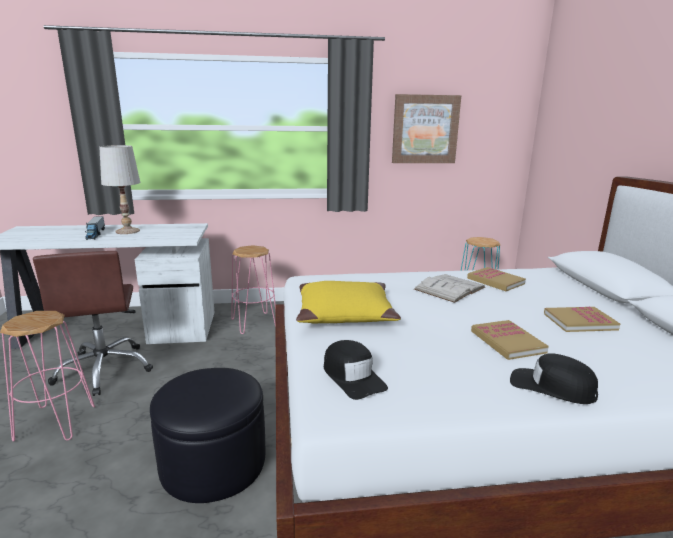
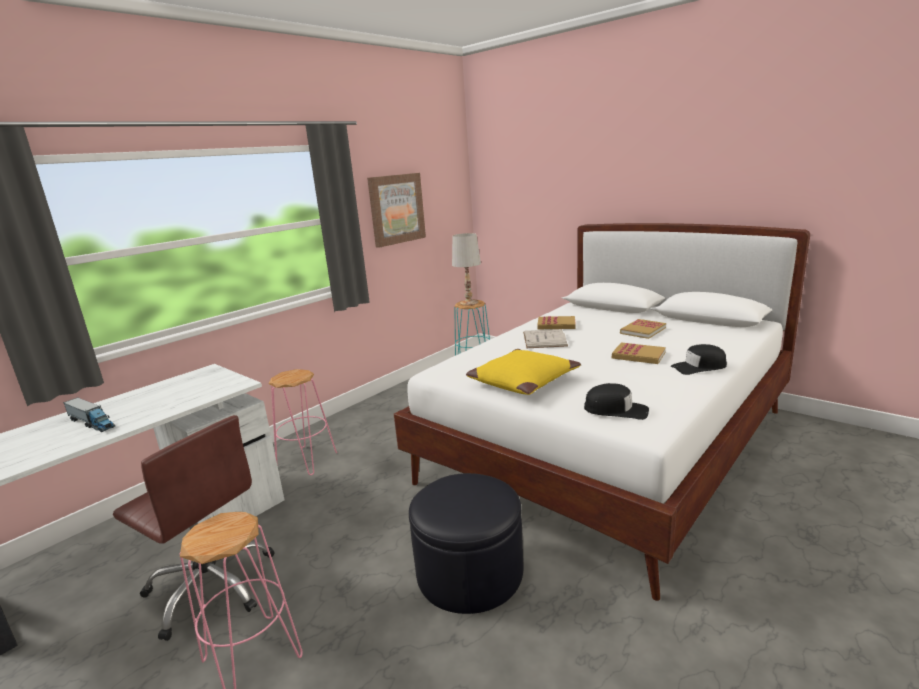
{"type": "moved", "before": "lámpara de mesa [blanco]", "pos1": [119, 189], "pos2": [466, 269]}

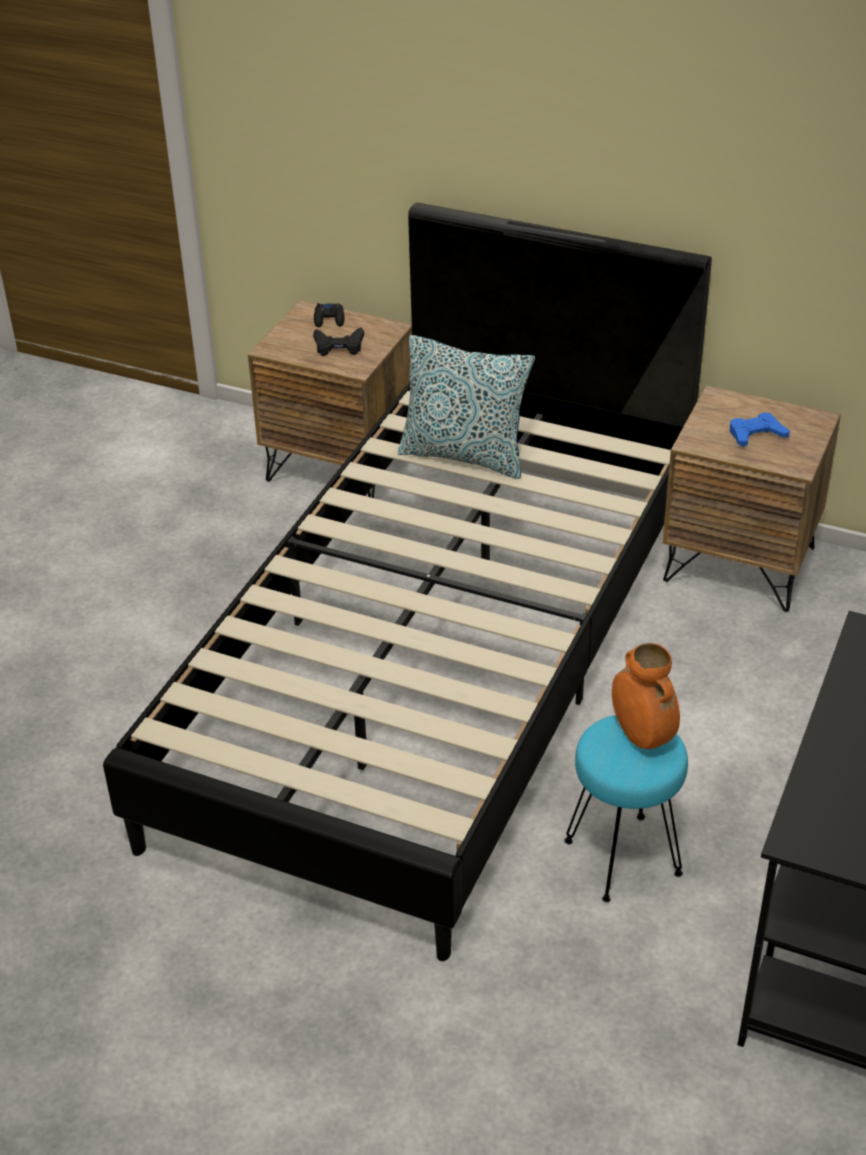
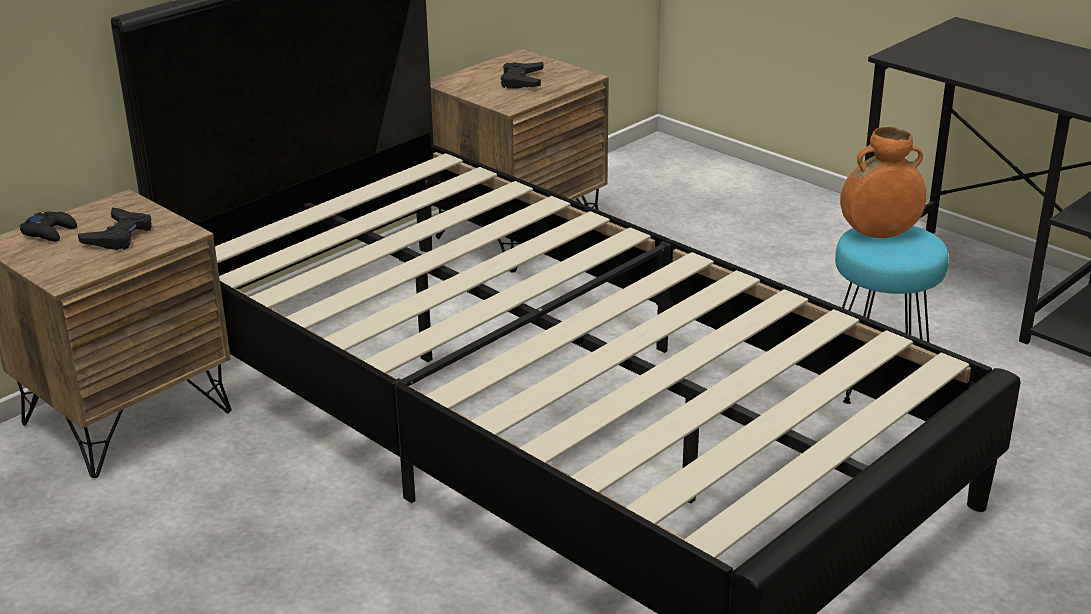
{"type": "removed", "before": "cojín", "pos1": [466, 407]}
{"type": "recoloured", "before": "mando de consola [azul]", "after": "mando de consola [negro]", "pos1": [760, 430], "pos2": [522, 75]}

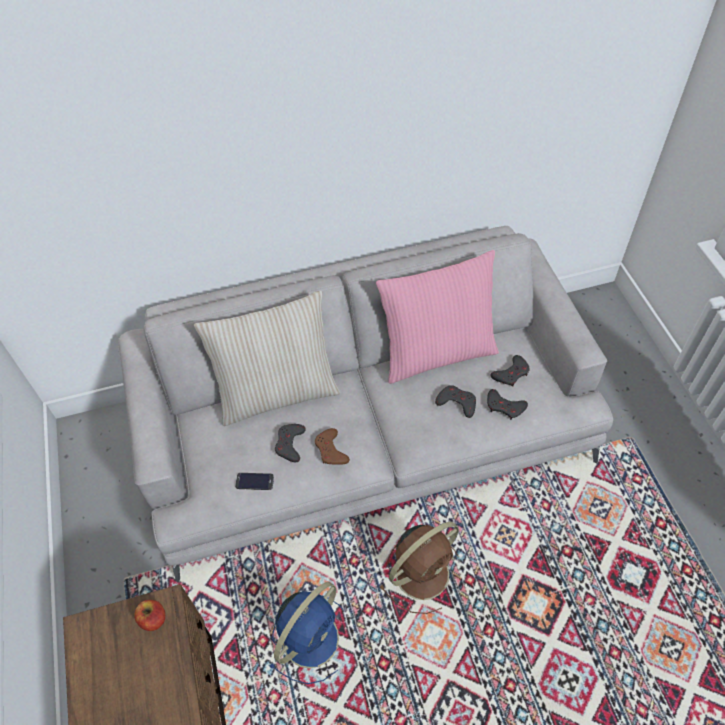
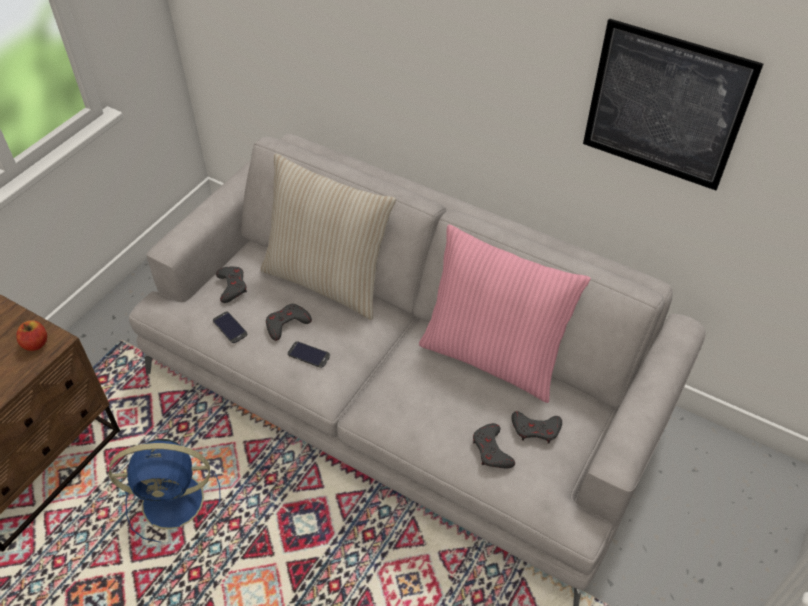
{"type": "moved", "before": "mando de consola [gris]", "pos1": [455, 401], "pos2": [231, 285]}
{"type": "replaced", "before": "mando de consola [marrón]", "after": "móvil", "pos1": [332, 446], "pos2": [309, 354]}
{"type": "removed", "before": "ventilador [marrón]", "pos1": [419, 568]}
{"type": "added", "after": "cuadro", "pos2": [673, 104]}

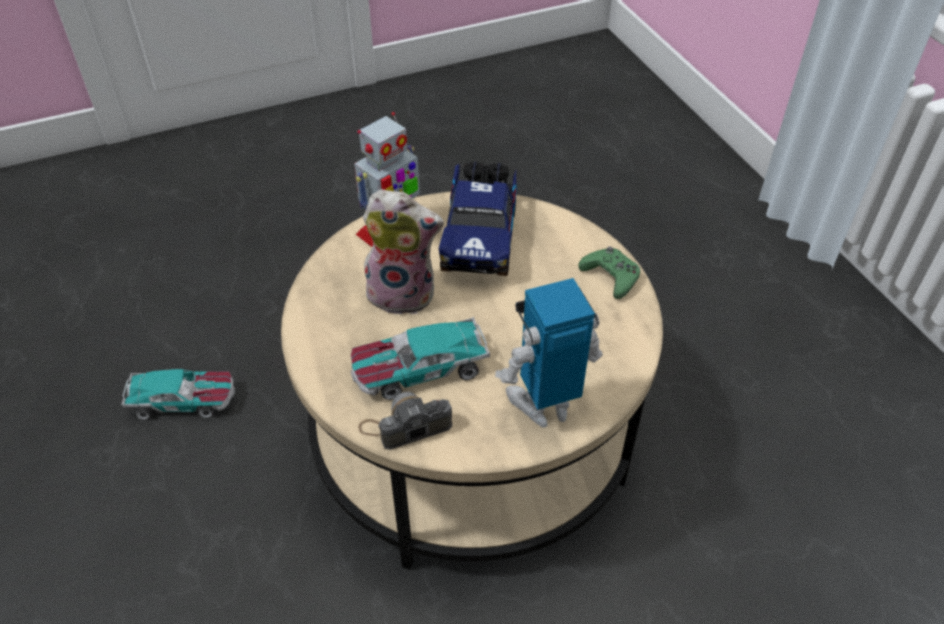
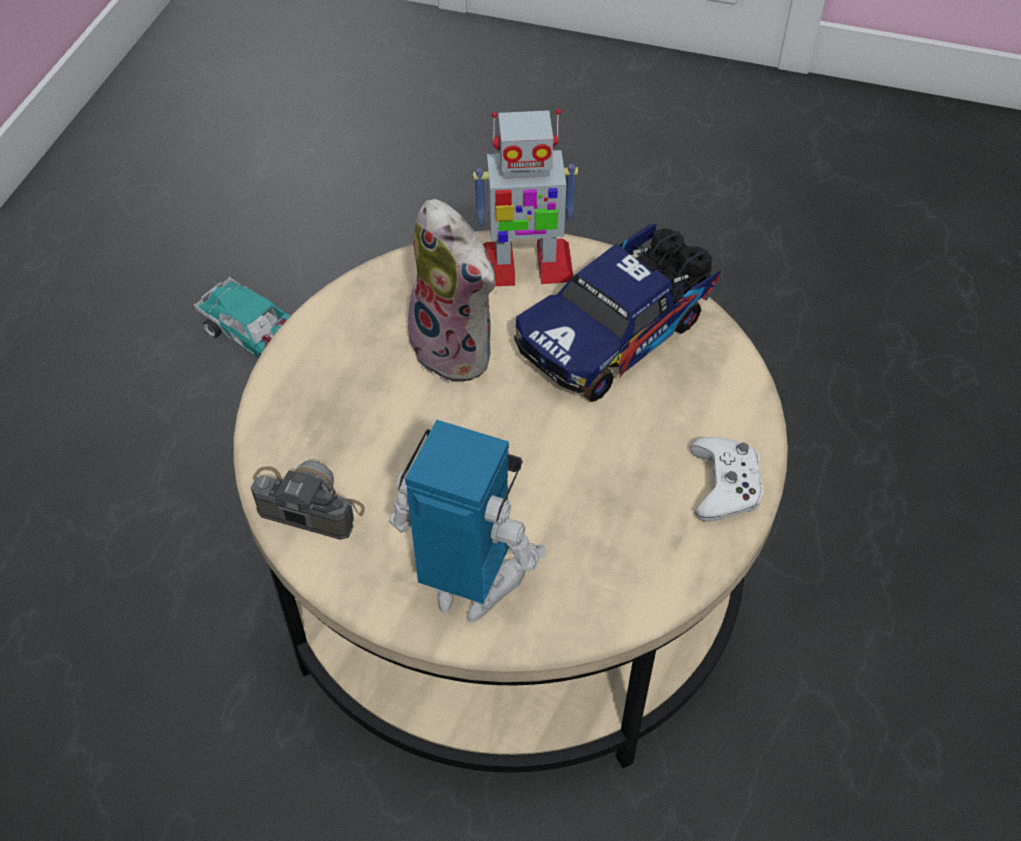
{"type": "recoloured", "before": "mando de consola [verde]", "after": "mando de consola [blanco]", "pos1": [609, 272], "pos2": [727, 479]}
{"type": "removed", "before": "coche de juguete", "pos1": [420, 358]}

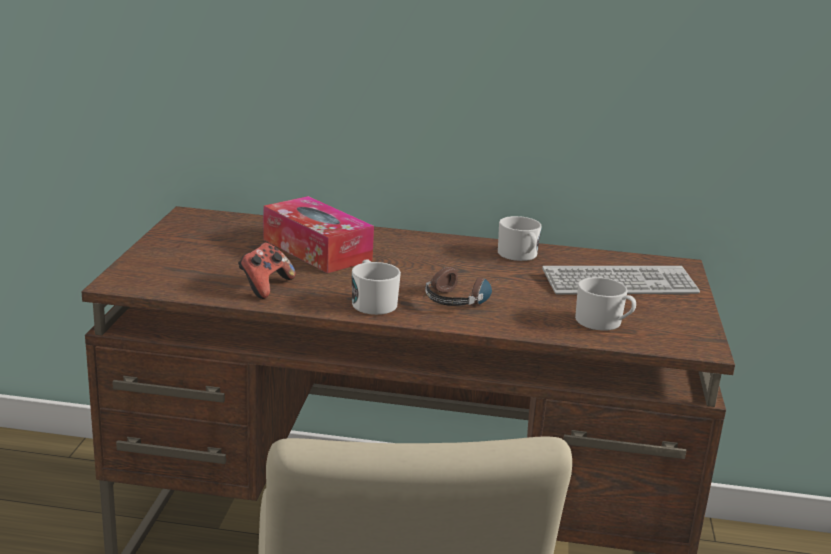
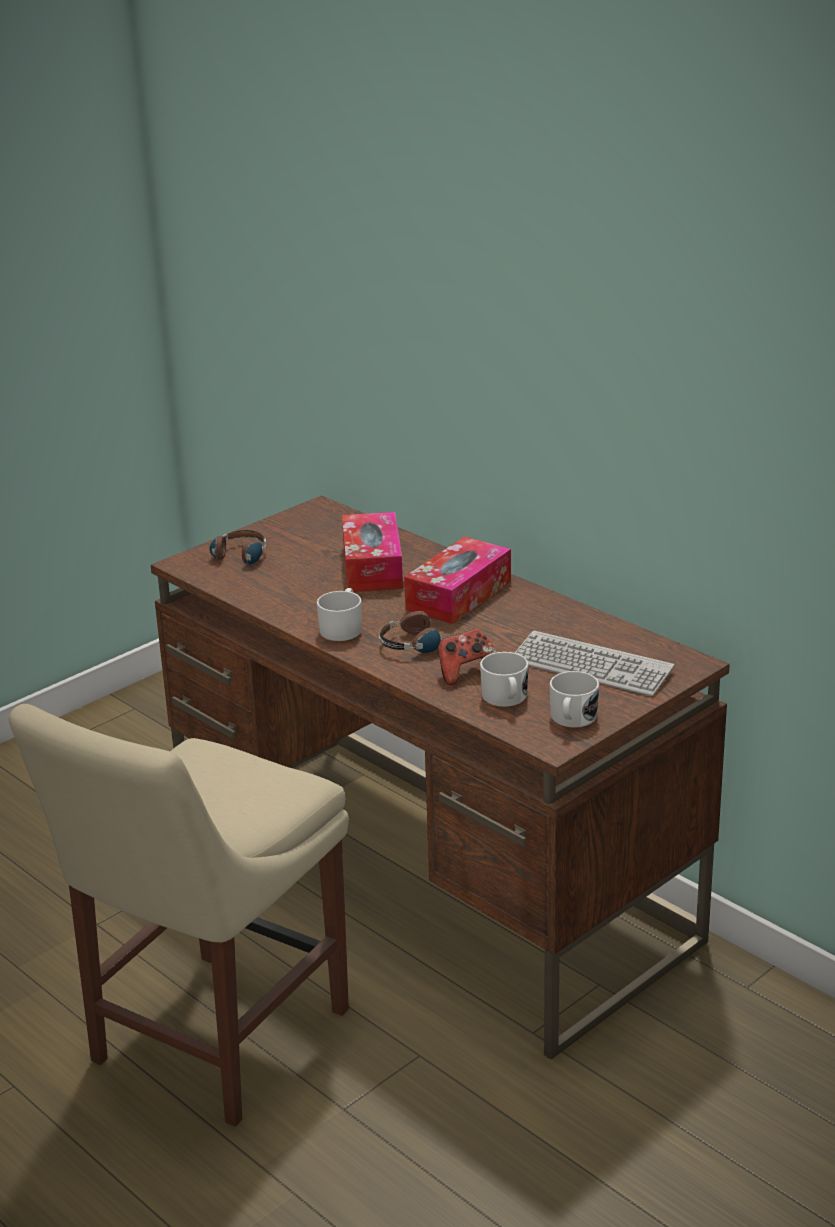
{"type": "moved", "before": "taza grande [blanco]", "pos1": [520, 238], "pos2": [574, 699]}
{"type": "moved", "before": "mando de consola", "pos1": [267, 271], "pos2": [467, 657]}
{"type": "added", "after": "auriculares", "pos2": [235, 547]}
{"type": "added", "after": "caja de pañuelos", "pos2": [457, 580]}

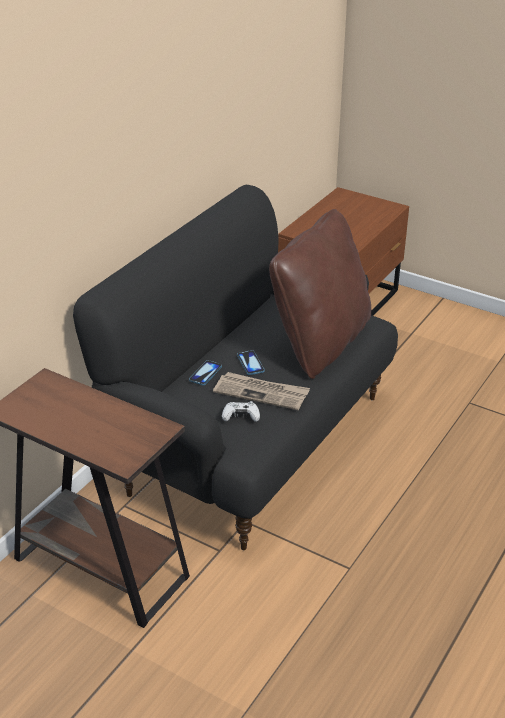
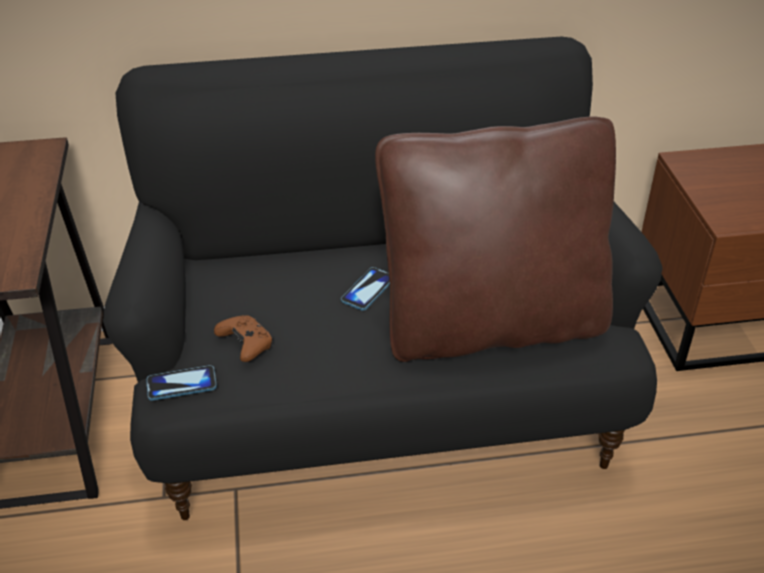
{"type": "moved", "before": "móvil", "pos1": [205, 373], "pos2": [181, 382]}
{"type": "removed", "before": "periódico", "pos1": [261, 391]}
{"type": "recoloured", "before": "mando de consola [blanco]", "after": "mando de consola [marrón]", "pos1": [241, 411], "pos2": [243, 338]}

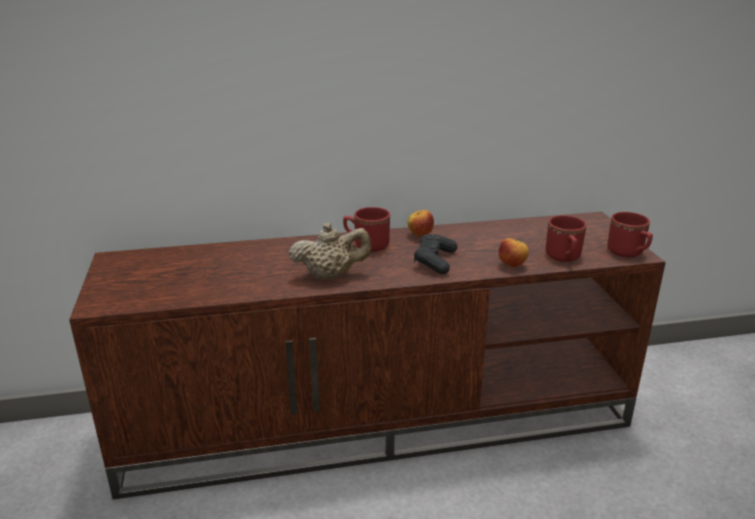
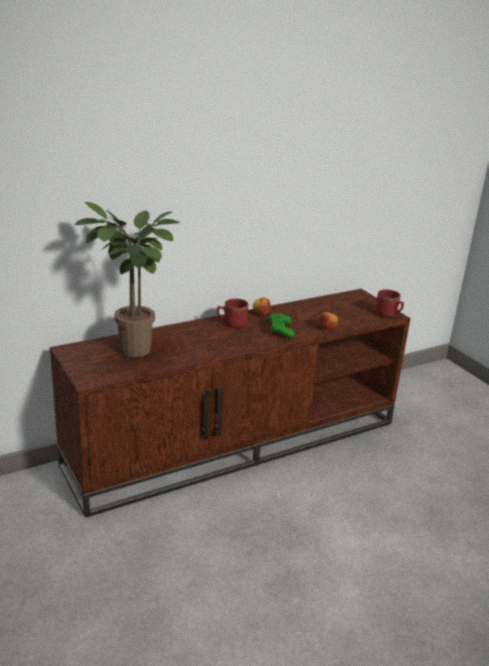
{"type": "removed", "before": "taza grande [rojo]", "pos1": [566, 238]}
{"type": "removed", "before": "tetera [beis]", "pos1": [330, 250]}
{"type": "recoloured", "before": "mando de consola [negro]", "after": "mando de consola [verde]", "pos1": [436, 254], "pos2": [282, 325]}
{"type": "added", "after": "planta en maceta", "pos2": [127, 279]}

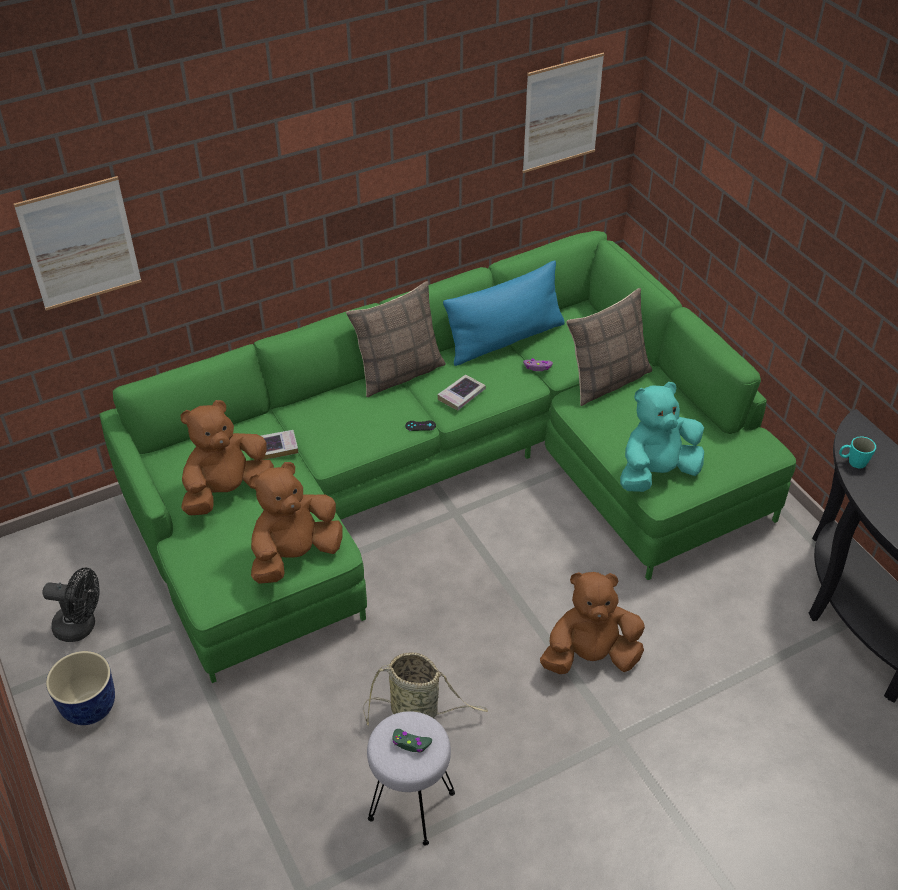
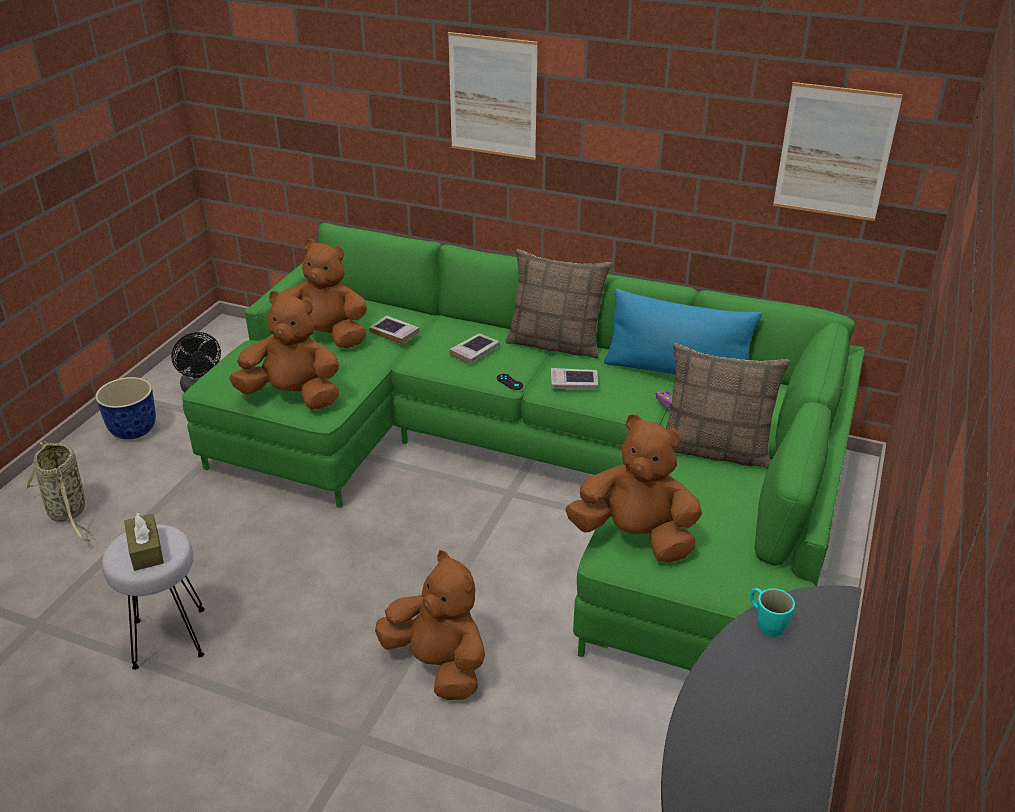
{"type": "moved", "before": "cuadro", "pos1": [78, 243], "pos2": [493, 96]}
{"type": "recoloured", "before": "peluche [turquesa]", "after": "peluche [marrón]", "pos1": [662, 437], "pos2": [633, 488]}
{"type": "moved", "before": "cesta", "pos1": [425, 689], "pos2": [58, 491]}
{"type": "replaced", "before": "mando de consola [verde]", "after": "caja de pañuelos [marrón]", "pos1": [412, 741], "pos2": [144, 541]}
{"type": "added", "after": "libro", "pos2": [474, 348]}

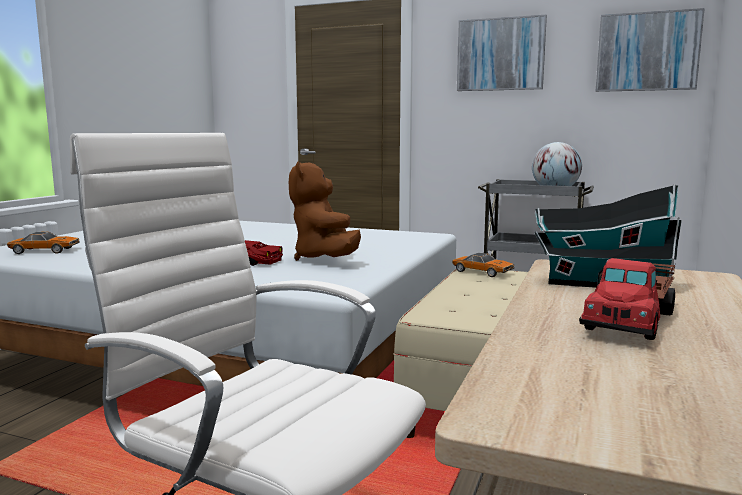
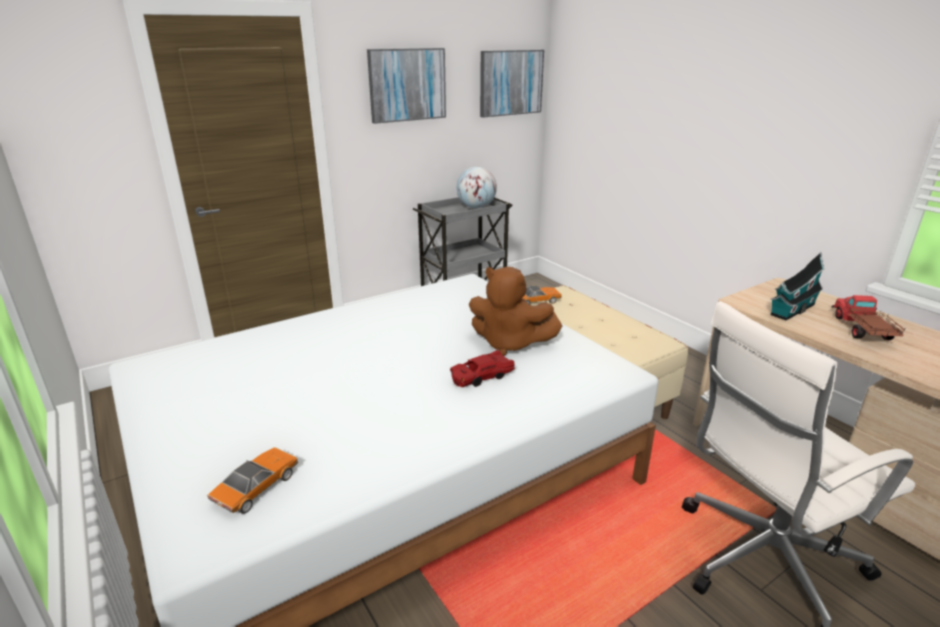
{"type": "turned", "before": "camión de juguete", "pos1": [627, 298], "pos2": [868, 317], "turn": -150}

